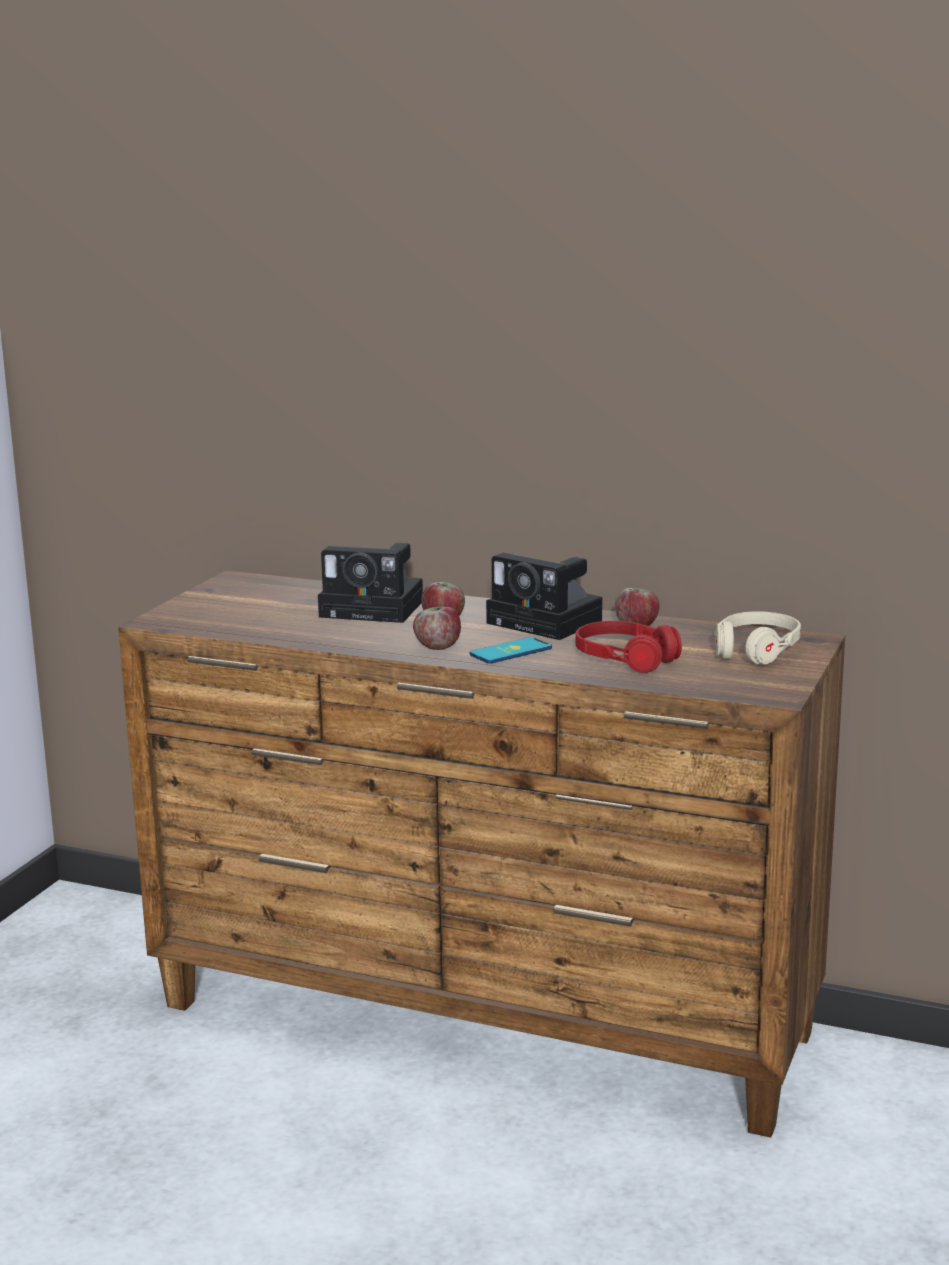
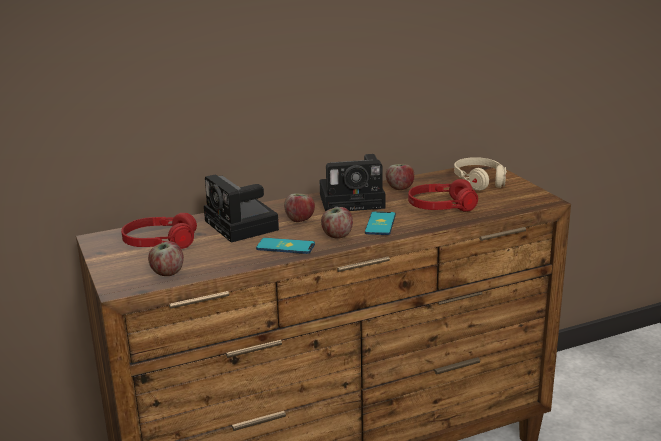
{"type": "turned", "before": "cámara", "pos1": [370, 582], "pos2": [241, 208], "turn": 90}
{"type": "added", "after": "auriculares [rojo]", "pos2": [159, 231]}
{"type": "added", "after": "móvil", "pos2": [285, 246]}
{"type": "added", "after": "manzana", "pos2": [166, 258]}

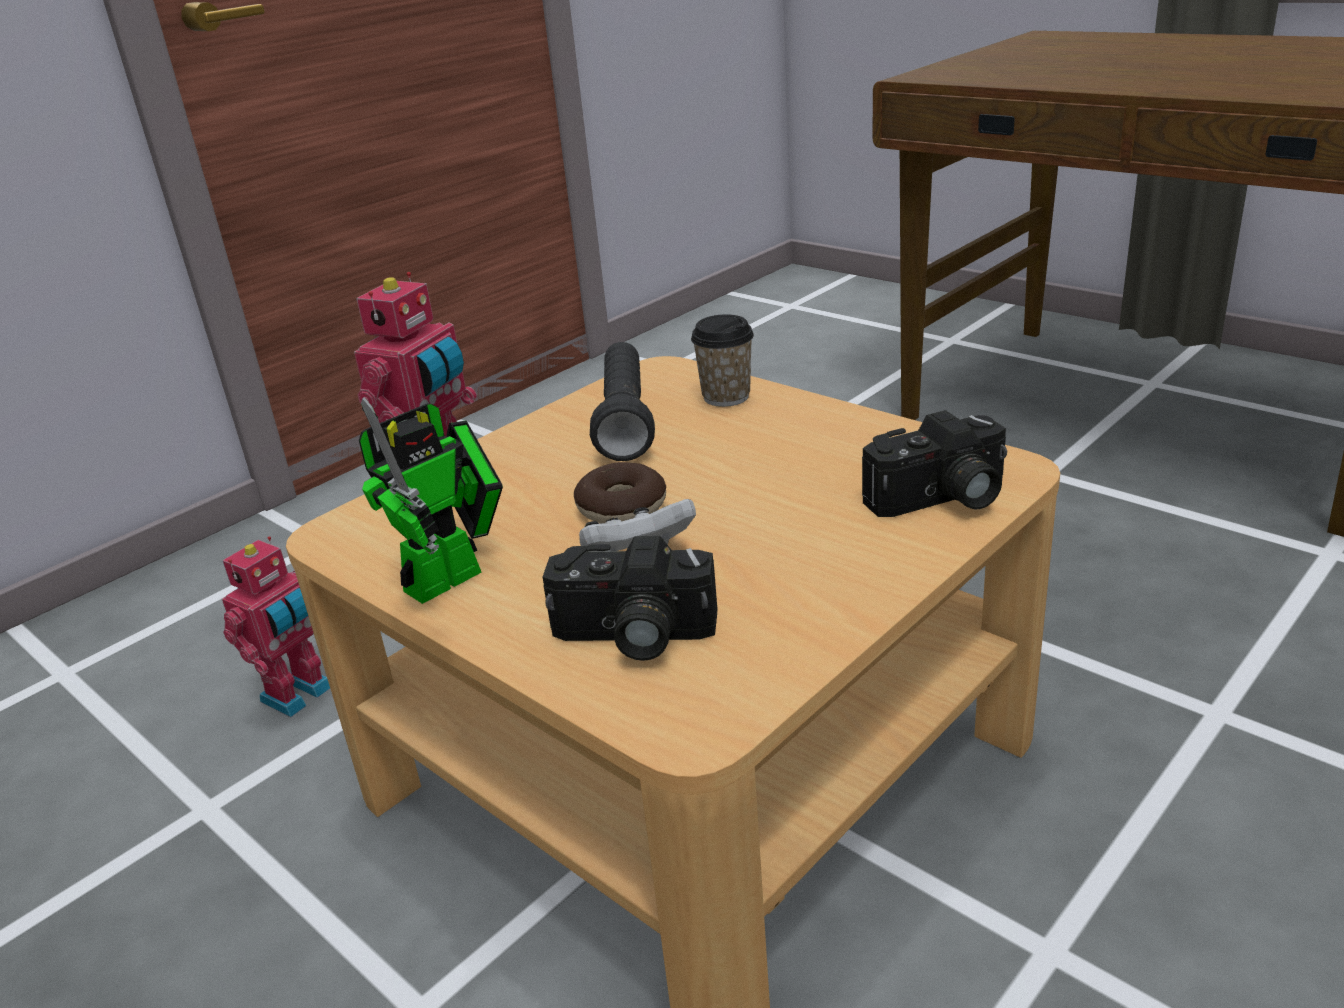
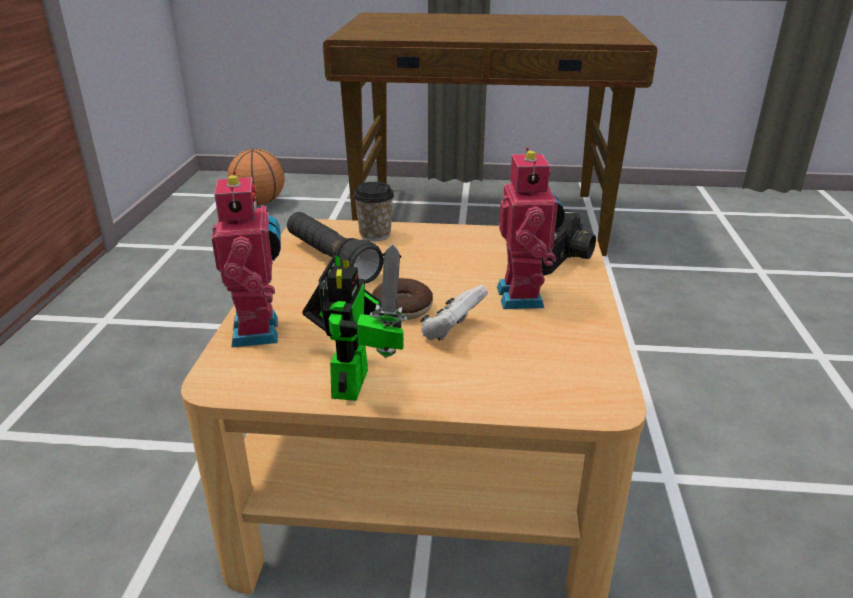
{"type": "moved", "before": "robot de juguete", "pos1": [276, 626], "pos2": [531, 228]}
{"type": "removed", "before": "cámara", "pos1": [630, 598]}
{"type": "added", "after": "balón de baloncesto", "pos2": [256, 177]}

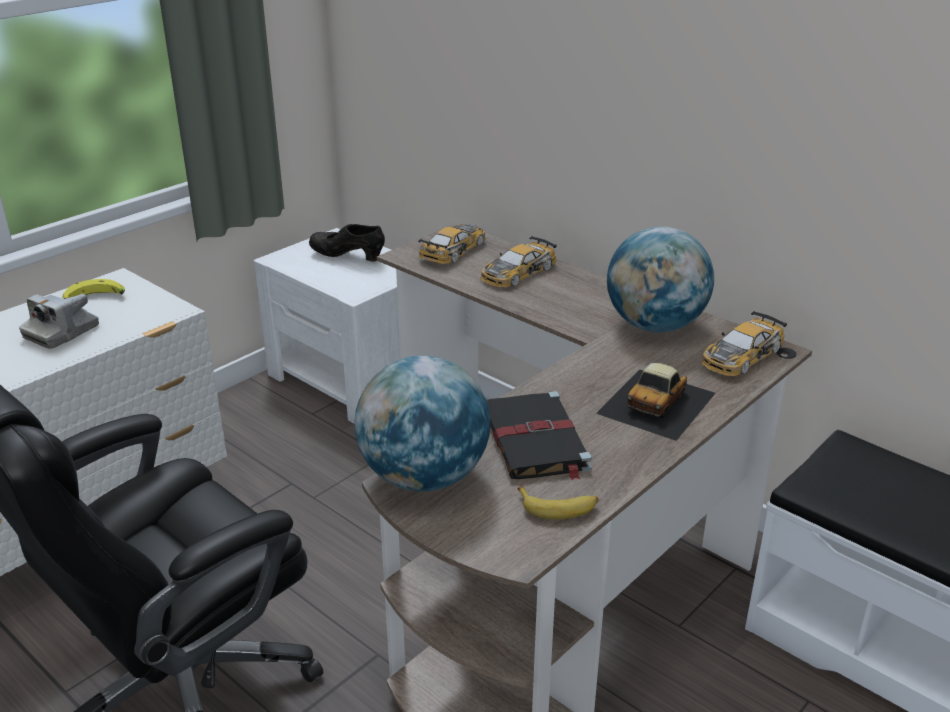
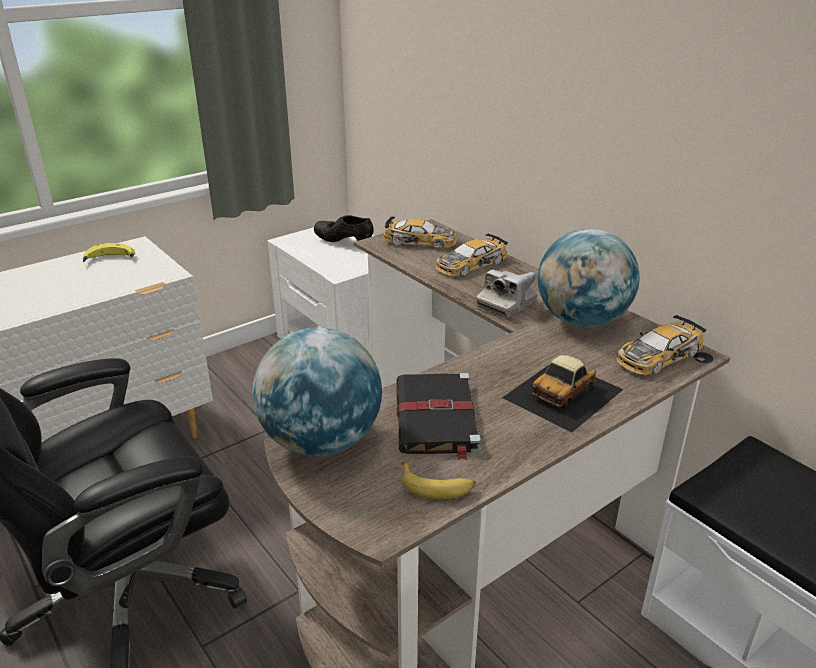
{"type": "turned", "before": "coche de juguete", "pos1": [452, 244], "pos2": [420, 232], "turn": 60}
{"type": "moved", "before": "cámara", "pos1": [59, 321], "pos2": [506, 294]}

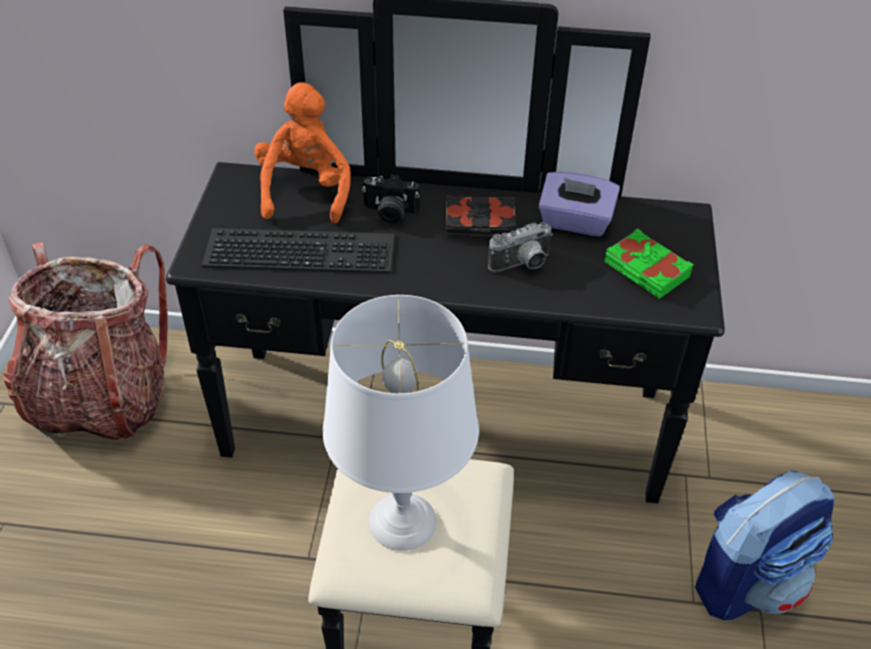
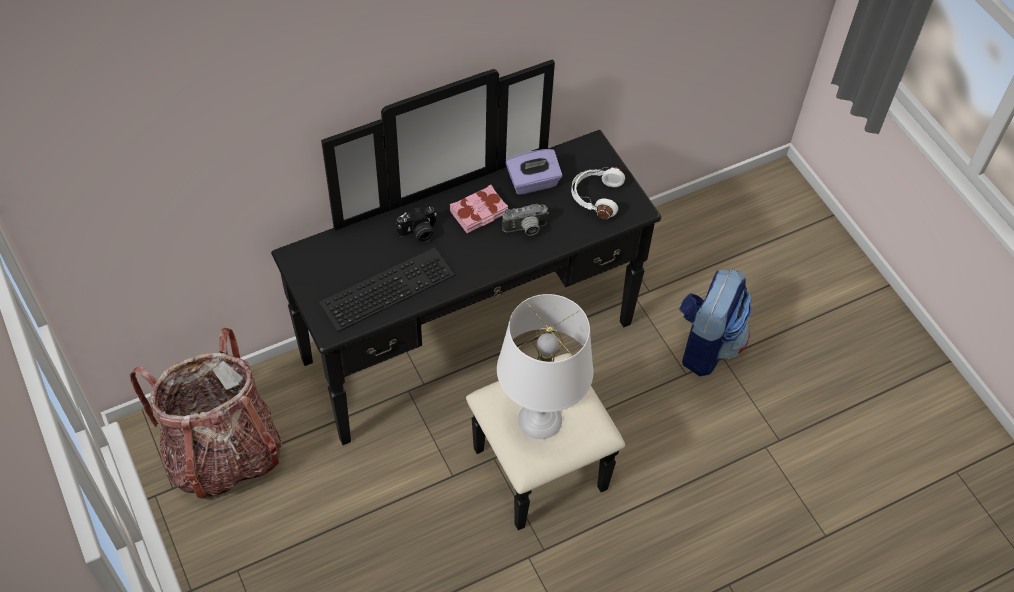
{"type": "removed", "before": "peluche [naranja]", "pos1": [302, 152]}
{"type": "recoloured", "before": "libro [negro]", "after": "libro [rosa]", "pos1": [481, 216], "pos2": [479, 209]}
{"type": "turned", "before": "cámara", "pos1": [520, 247], "pos2": [525, 220], "turn": 45}
{"type": "replaced", "before": "libro [verde]", "after": "auriculares [blanco]", "pos1": [649, 263], "pos2": [598, 193]}

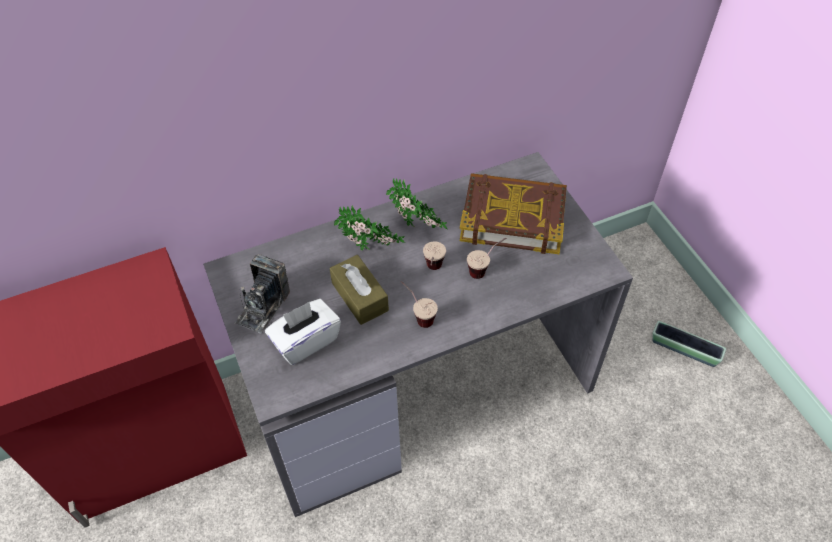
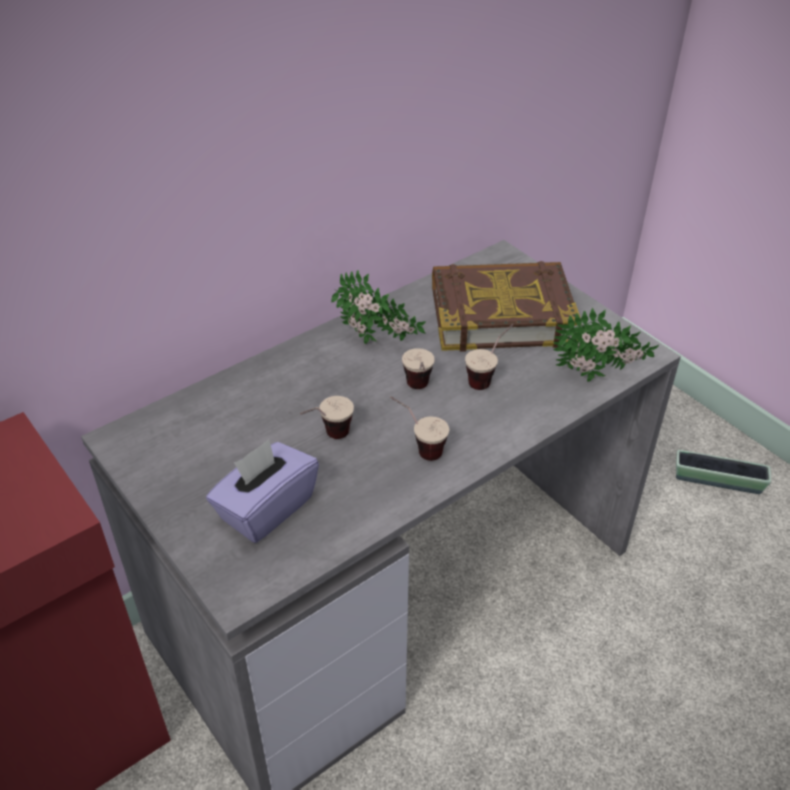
{"type": "moved", "before": "planta en maceta", "pos1": [369, 227], "pos2": [606, 345]}
{"type": "removed", "before": "cámara", "pos1": [262, 294]}
{"type": "replaced", "before": "caja de pañuelos [marrón]", "after": "taza", "pos1": [359, 290], "pos2": [327, 417]}
{"type": "recoloured", "before": "caja de pañuelos [blanco]", "after": "caja de pañuelos [morado]", "pos1": [303, 332], "pos2": [262, 491]}

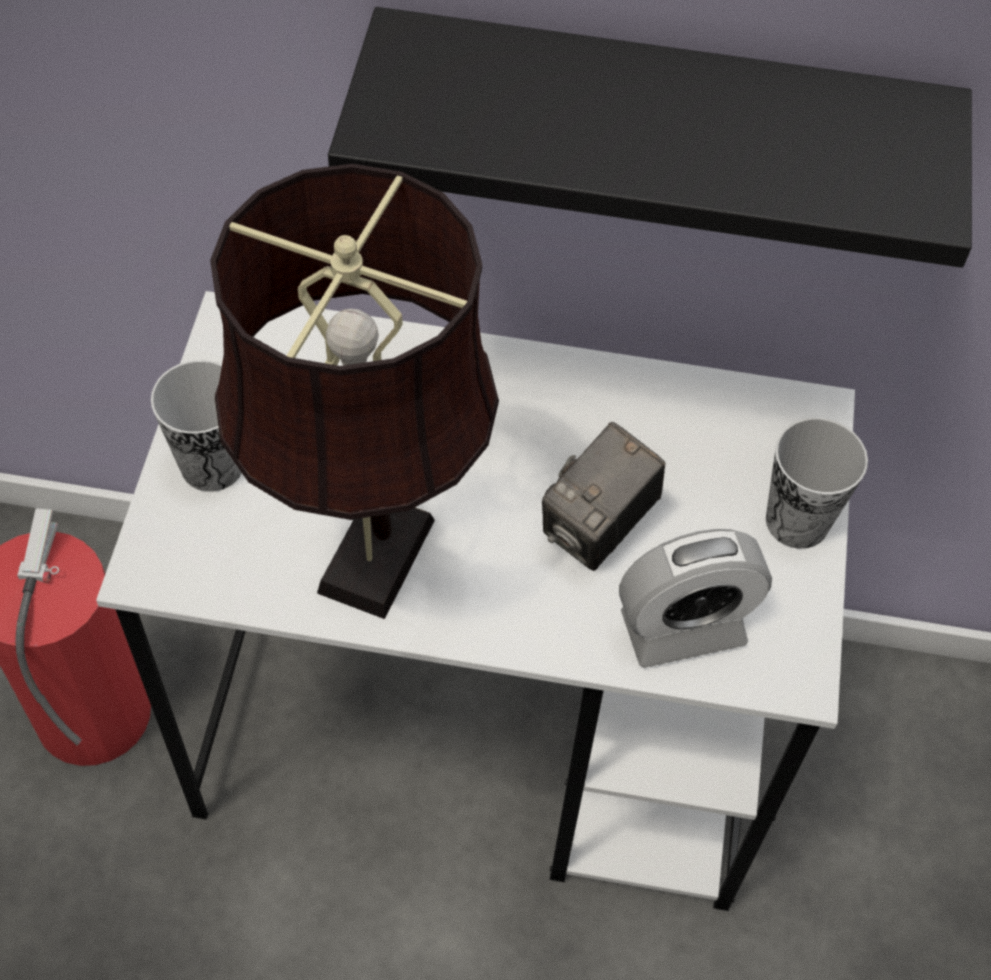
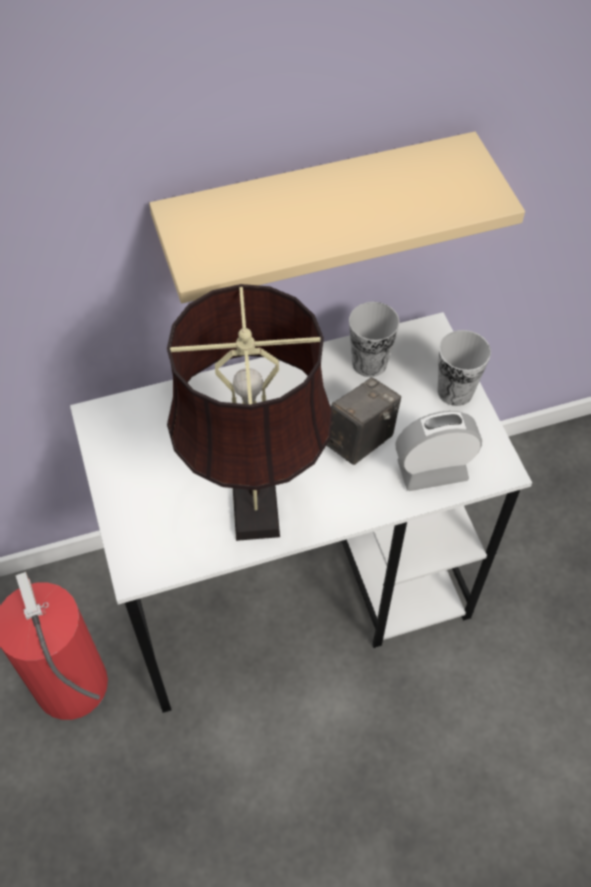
{"type": "recoloured", "before": "estante [negro]", "after": "estante [beis]", "pos1": [650, 137], "pos2": [337, 217]}
{"type": "moved", "before": "taza", "pos1": [196, 426], "pos2": [374, 339]}
{"type": "turned", "before": "cámara", "pos1": [603, 496], "pos2": [364, 421], "turn": -150}
{"type": "turned", "before": "despertador", "pos1": [695, 598], "pos2": [438, 451], "turn": -150}

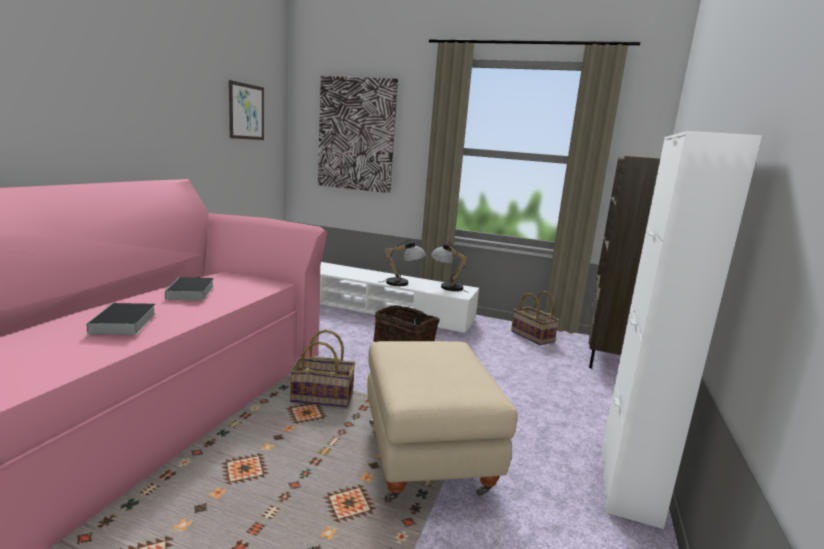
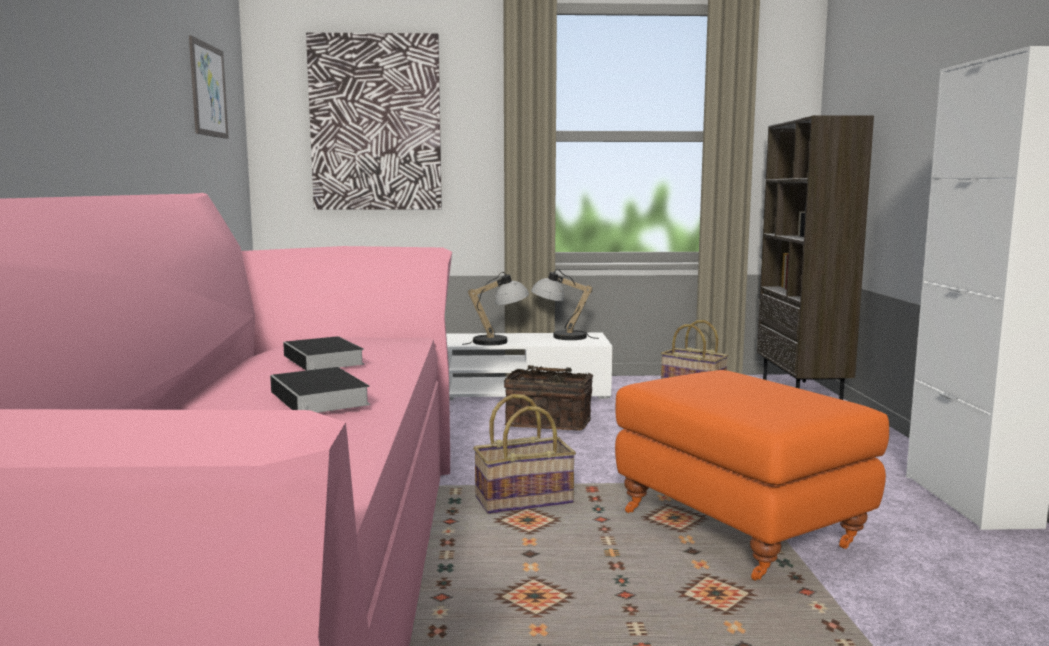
{"type": "recoloured", "before": "puf [beis]", "after": "puf [naranja]", "pos1": [442, 421], "pos2": [752, 475]}

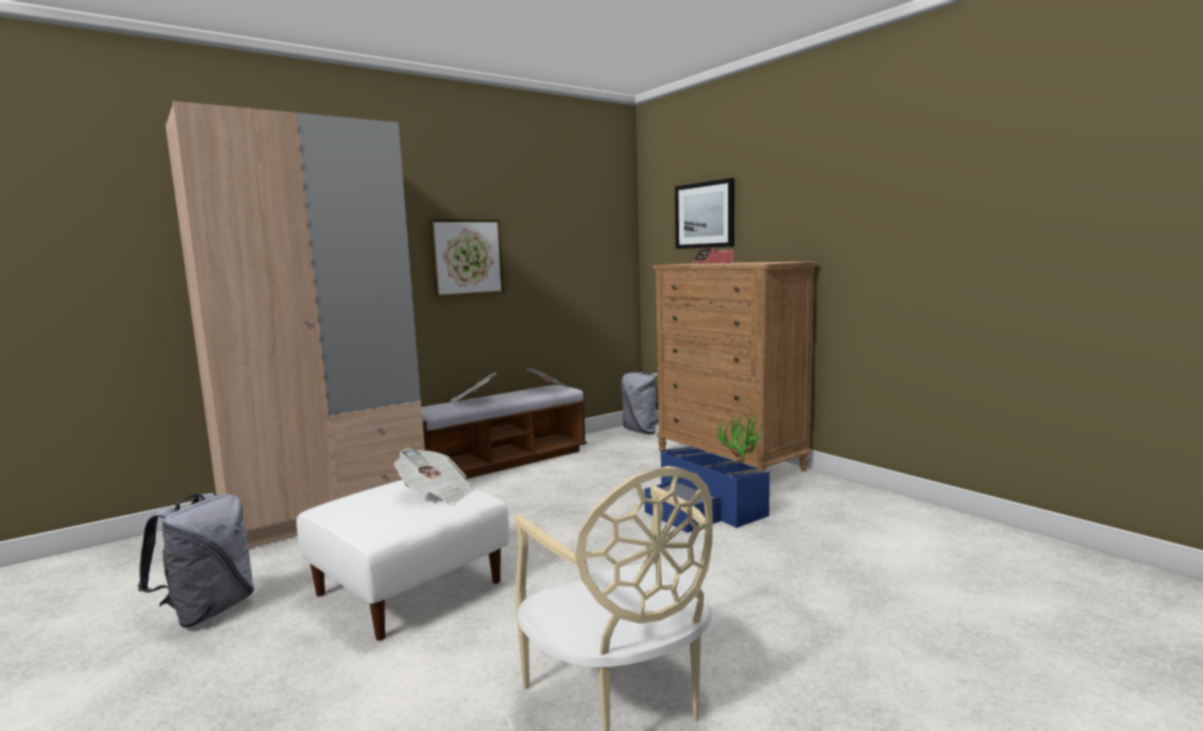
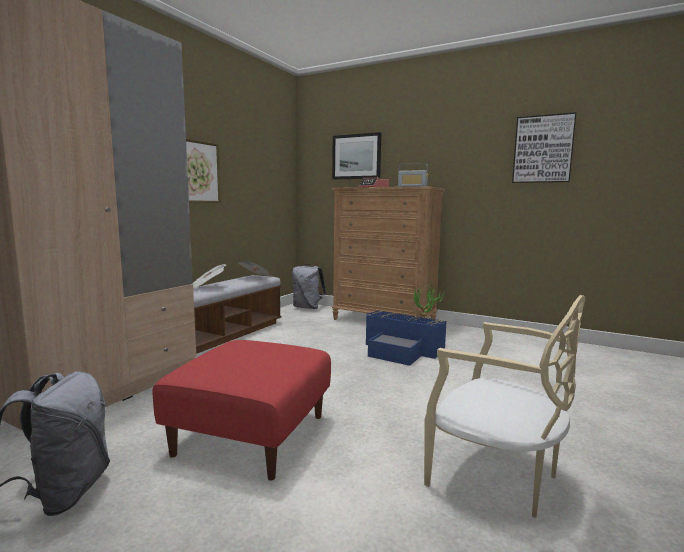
{"type": "removed", "before": "periódico", "pos1": [432, 476]}
{"type": "recoloured", "before": "puf [blanco]", "after": "puf [rojo]", "pos1": [403, 560], "pos2": [242, 410]}
{"type": "added", "after": "cuadro", "pos2": [544, 147]}
{"type": "added", "after": "radio", "pos2": [413, 175]}

